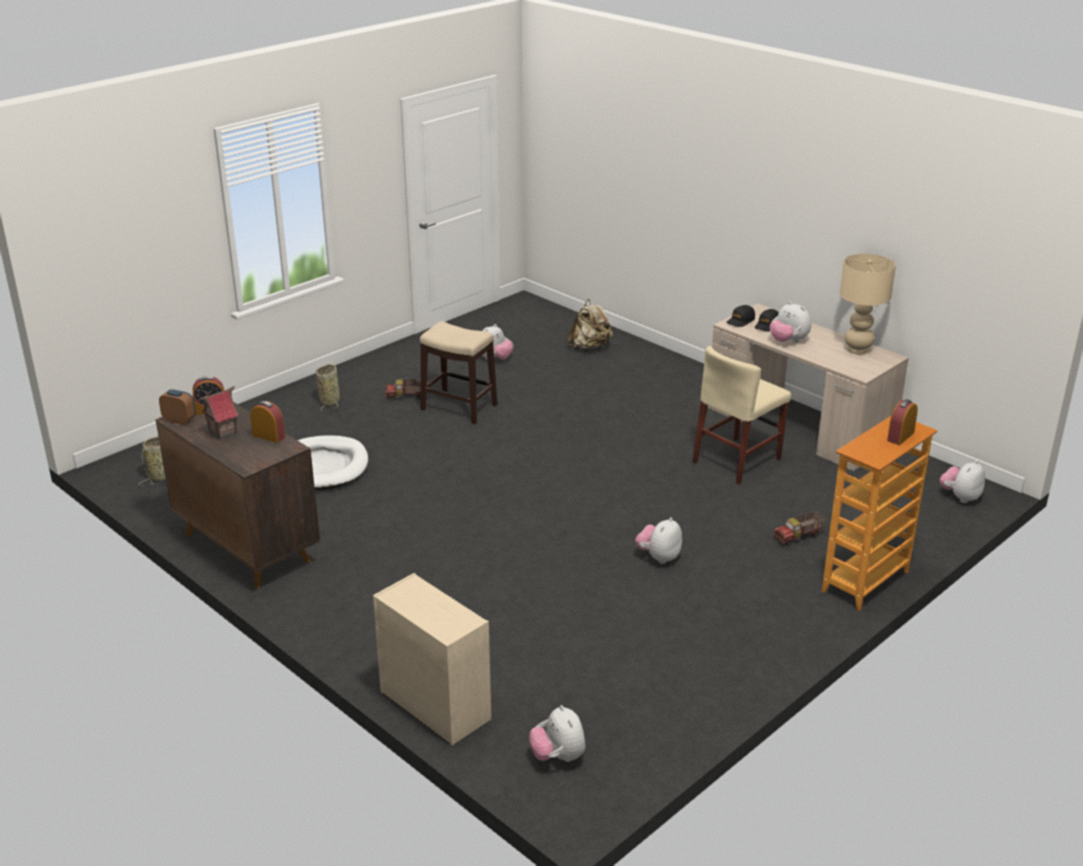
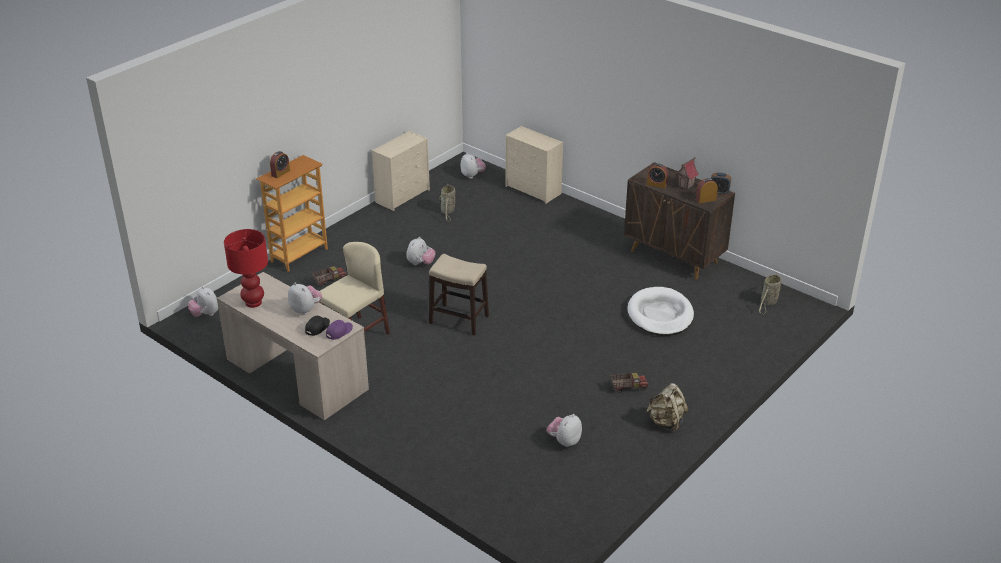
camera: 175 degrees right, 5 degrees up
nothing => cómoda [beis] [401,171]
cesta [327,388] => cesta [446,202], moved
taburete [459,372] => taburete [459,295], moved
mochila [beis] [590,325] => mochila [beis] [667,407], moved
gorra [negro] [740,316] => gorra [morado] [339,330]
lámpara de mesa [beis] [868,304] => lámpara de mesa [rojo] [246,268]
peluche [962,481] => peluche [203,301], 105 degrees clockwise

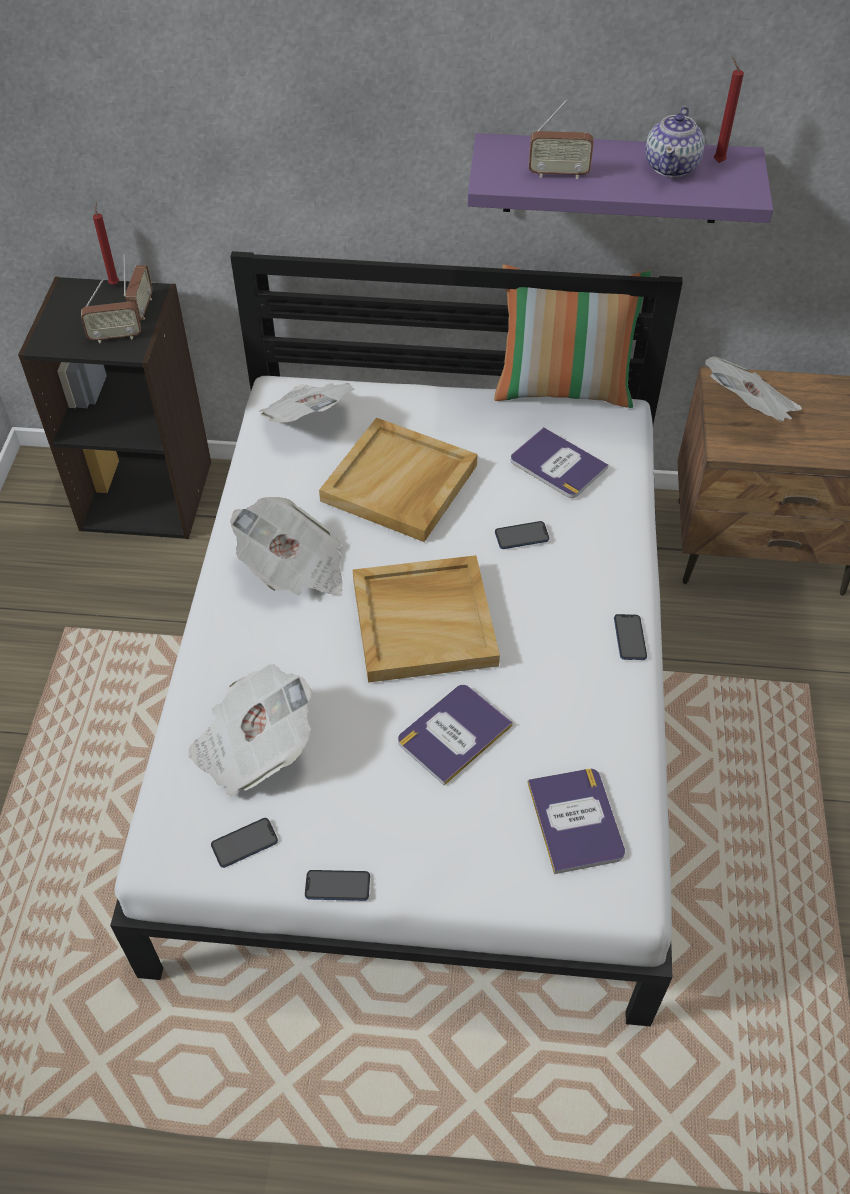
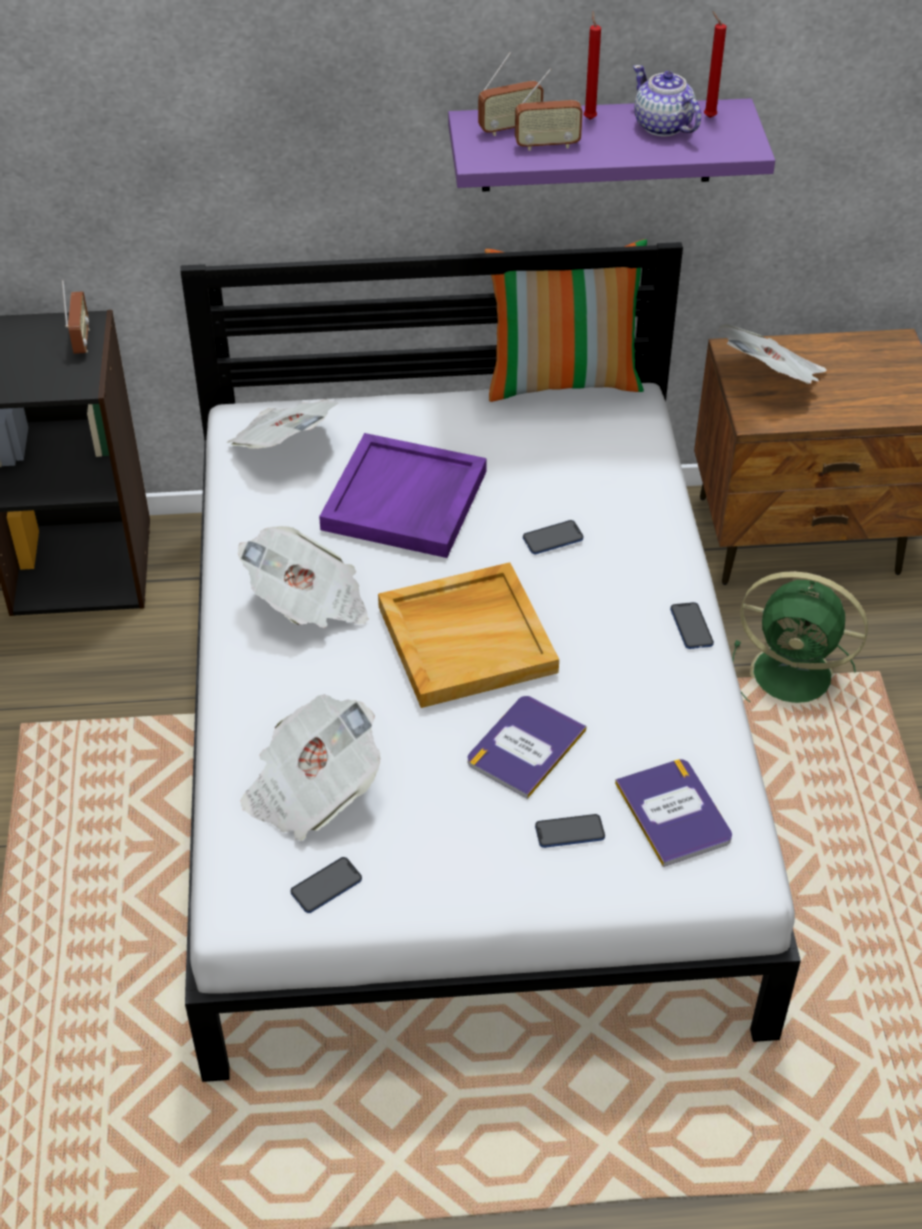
camera: 10 degrees left, 5 degrees down
libro [559,462] => nothing
nothing => ventilador [verde] [800,637]
radio [111,311] => radio [511,94], moved
vela [rojo] [106,243] => vela [rojo] [592,65], moved
móvil [337,885] => móvil [570,831], moved
bandeja [beis] [398,480] => bandeja [morado] [403,495]
tetera [675,141] => tetera [667,101], 135 degrees clockwise

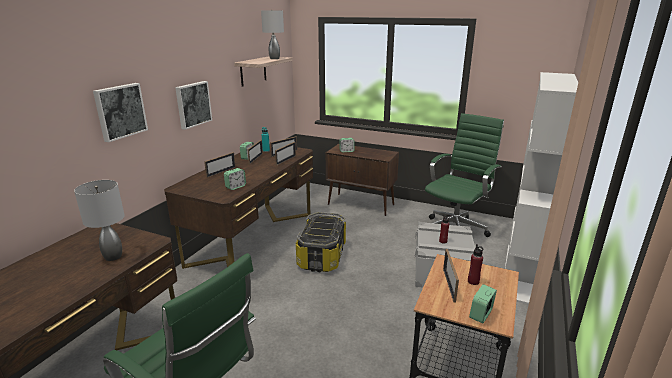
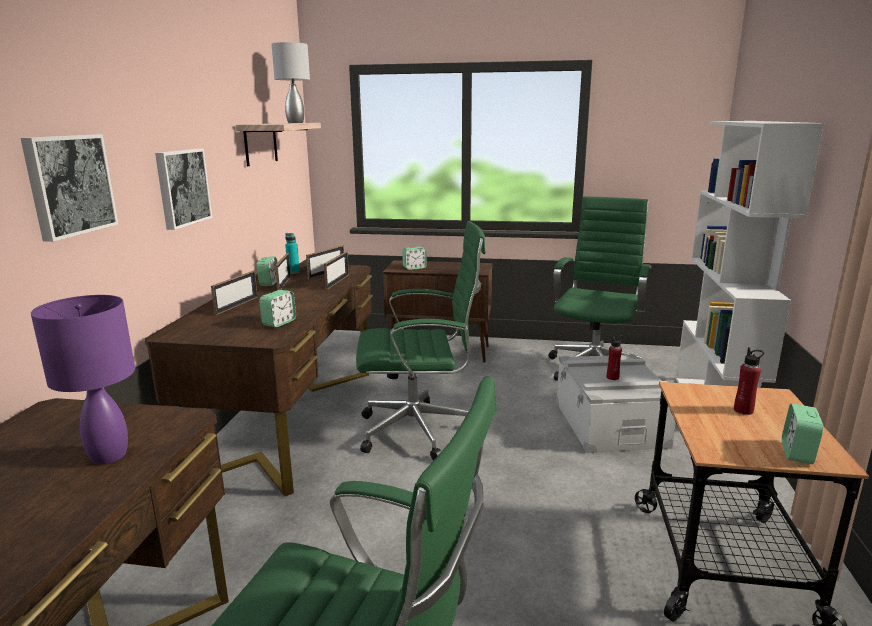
camera: 15 degrees left, 5 degrees down
portarretratos [451,275] => nothing
caja de almacenaje [321,242] => silla de oficina [verde] [421,341]
lámpara de mesa [gris] [99,220] => lámpara de mesa [morado] [83,379]

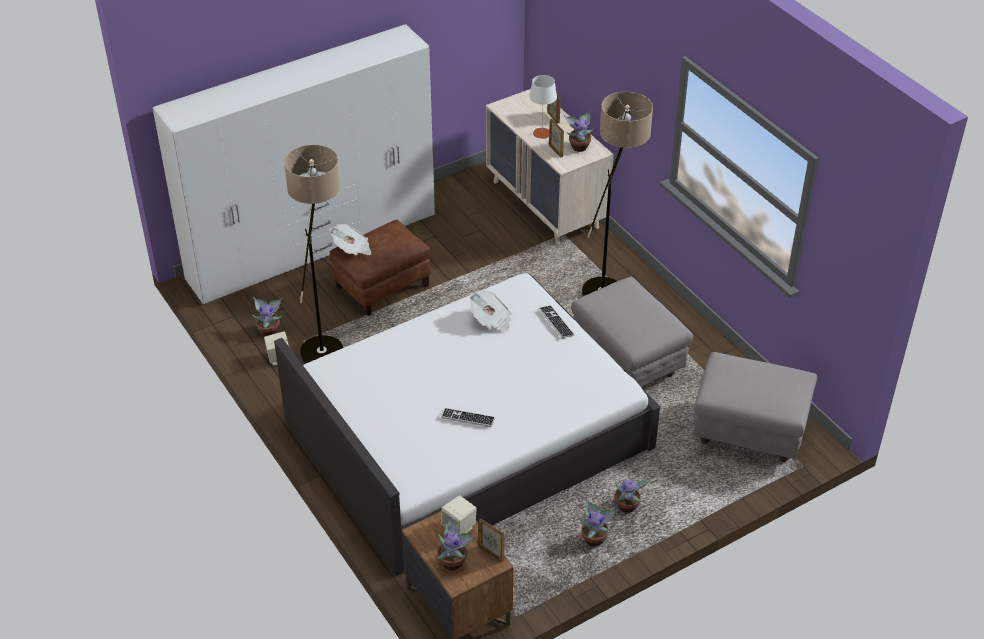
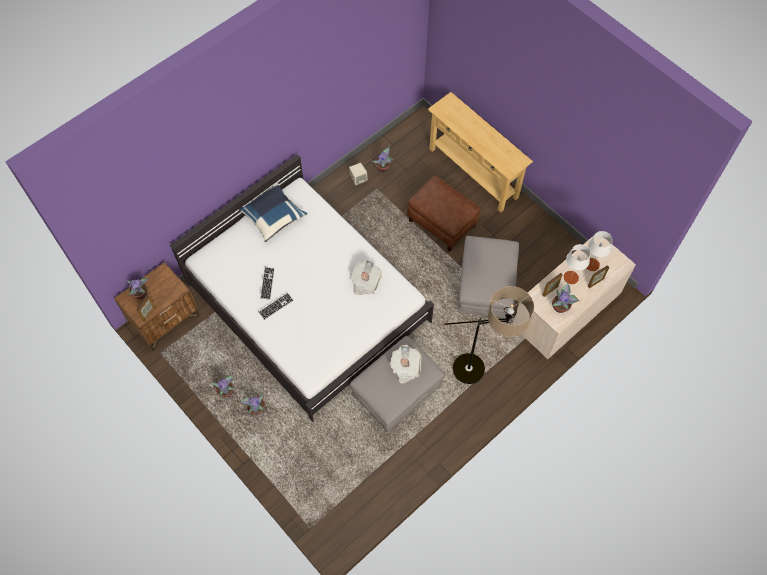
camera: 80 degrees right, 20 degrees up
lámpara de pie [313,254] => nothing
altavoz [beis] [459,515] => nothing
nothing => cojín [azul] [273,212]
nothing => lámpara de mesa [blanco] [599,251]
periódico [350,239] => periódico [406,364], moved
teclado [557,322] => teclado [276,306], moved
puf [gris] [755,407] => puf [gris] [489,277], moved
armario ropero [blanco] [293,164] => mesa consola [beis] [480,152]

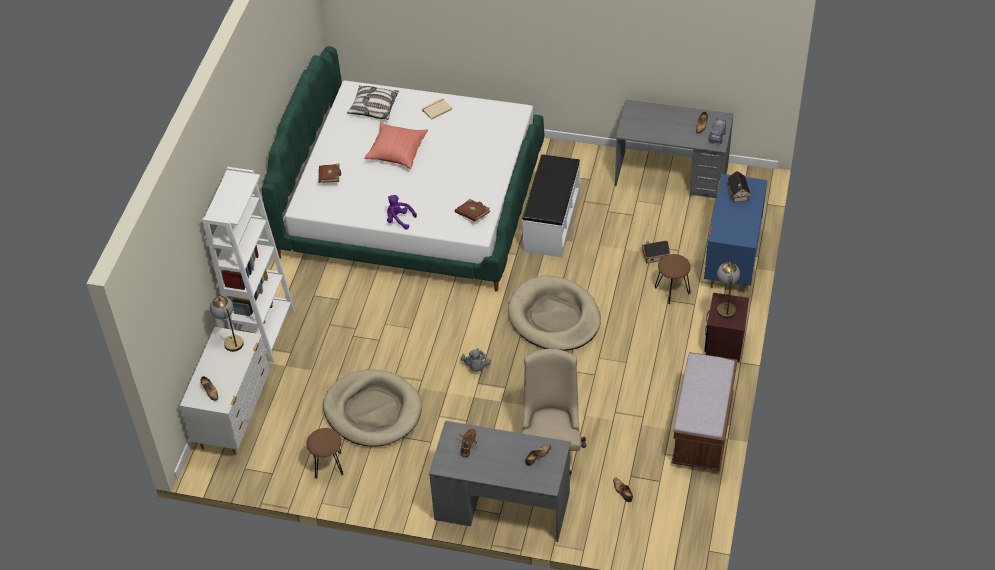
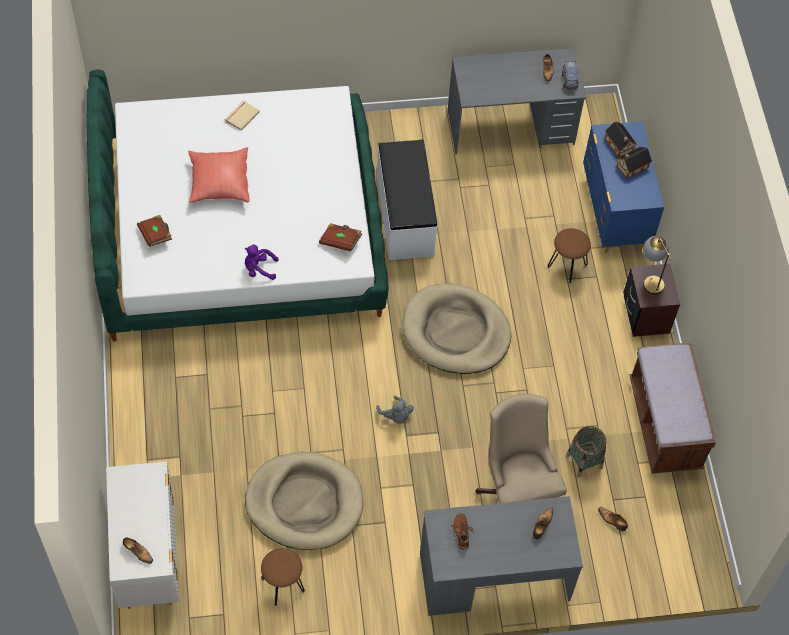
camera: 25 degrees left, 10 degrees up
estantería [blanco] [248,265] => nothing
lámpara de mesa [227,324] => nothing
cojín [373,102] => nothing
nothing => cesta [586,452]
casita [655,252] => casita [634,162], moved

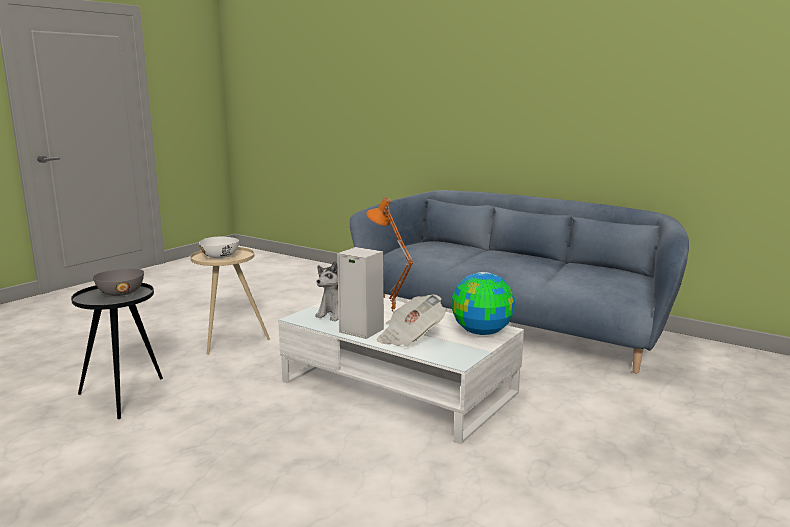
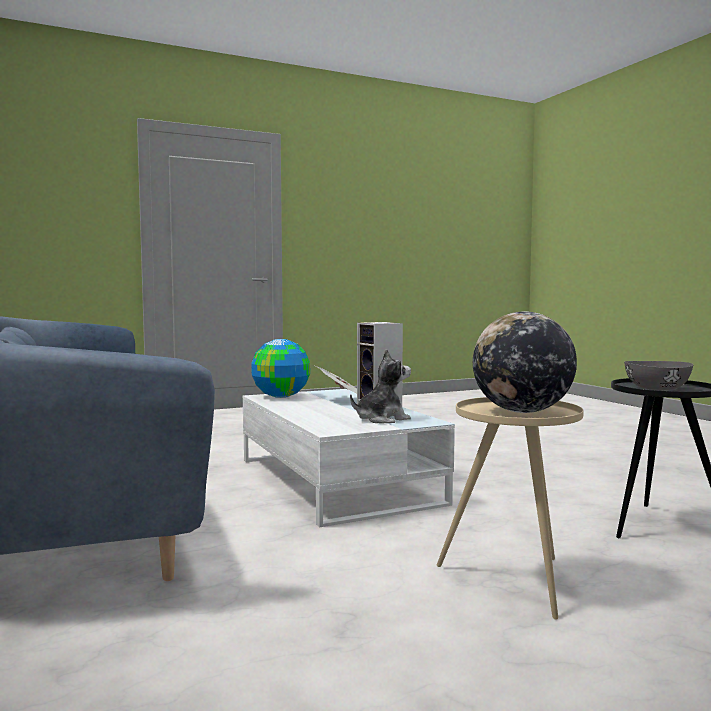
camera: 150 degrees left, 10 degrees down
lámpara de mesa [naranja] [389,254] => nothing
cuenco [blanco] [219,247] => globo terráqueo [525,362]

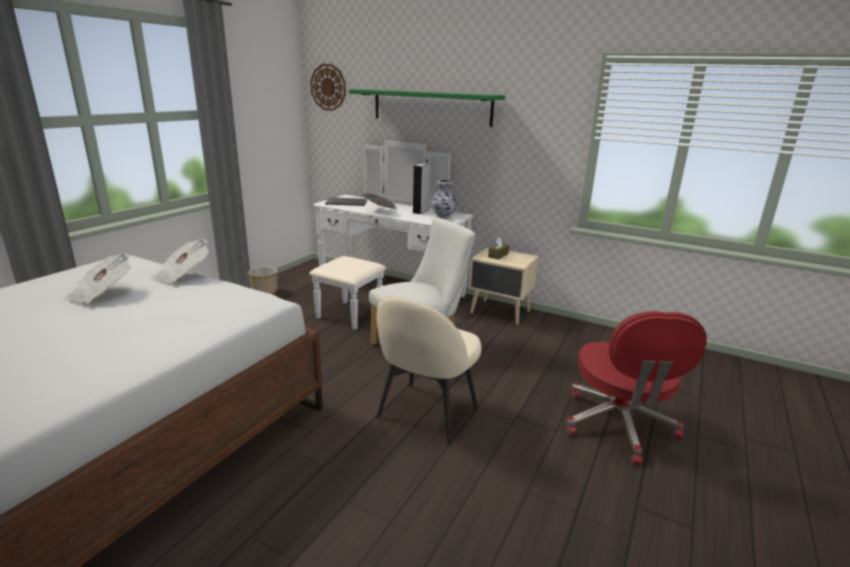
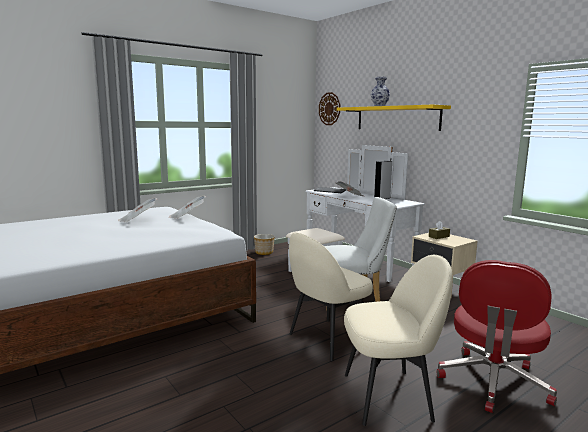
camera: 25 degrees right, 10 degrees down
nothing => silla [beis] [398,340]
florero [444,199] => florero [380,91], moved
estante [verde] [427,108] => estante [amarillo] [394,117]

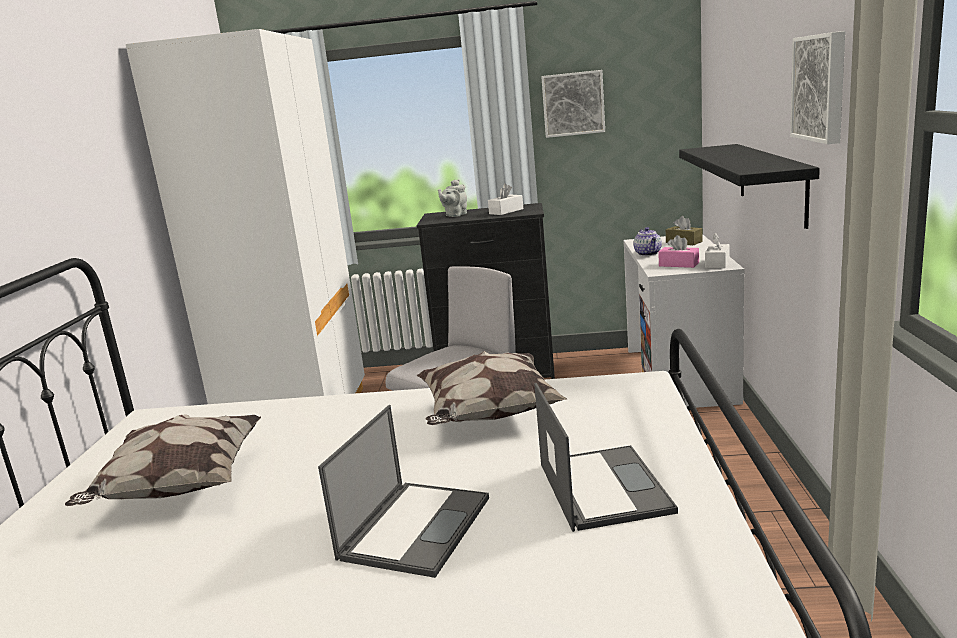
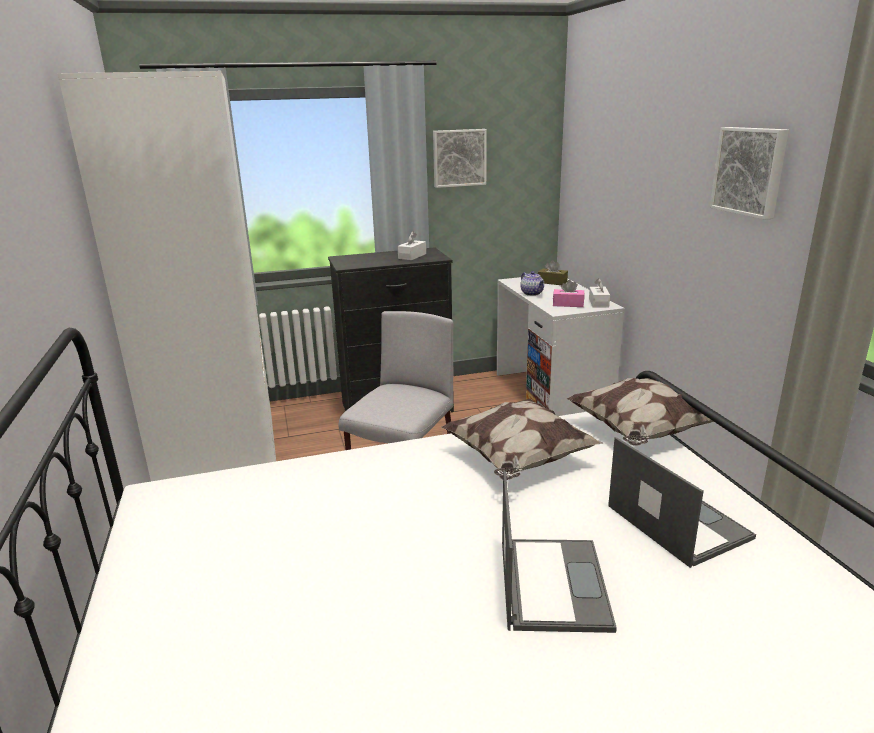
camera: 20 degrees left, 5 degrees up
tetera [gris] [452,198] => nothing
estante [negro] [749,186] => nothing
cojín [163,460] => cojín [640,412], moved

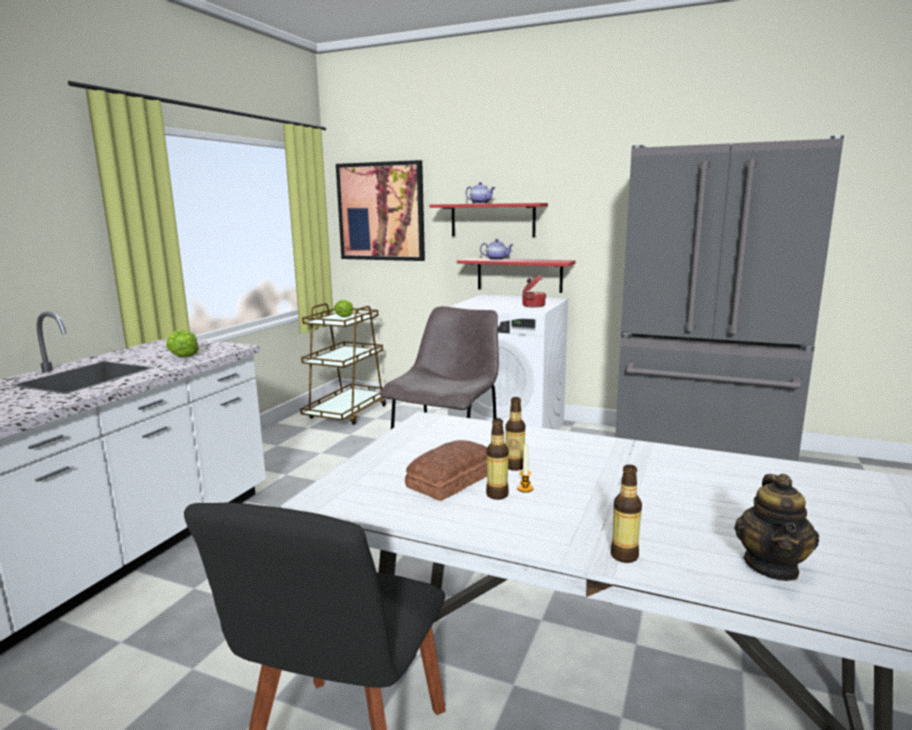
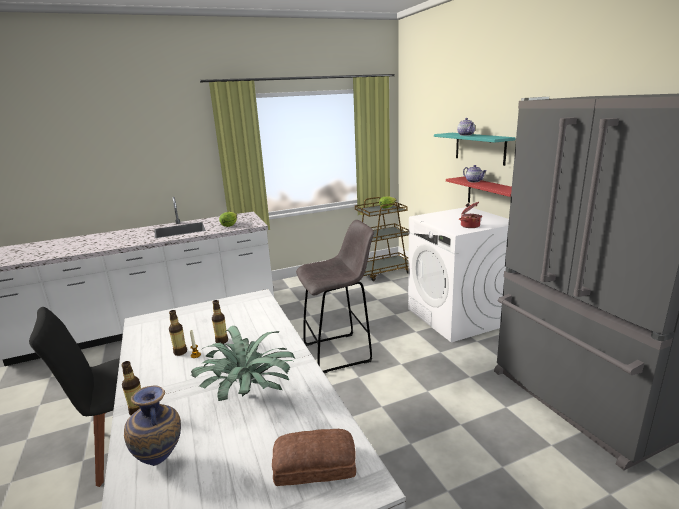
camera: 45 degrees right, 5 degrees up
cuadro [380,210] => nothing
nothing => planta en maceta [243,363]
pan [446,470] => pan [314,457], moved
tetera [776,527] => florero [152,426]
estante [rojo] [489,220] => estante [turquesa] [475,149]

